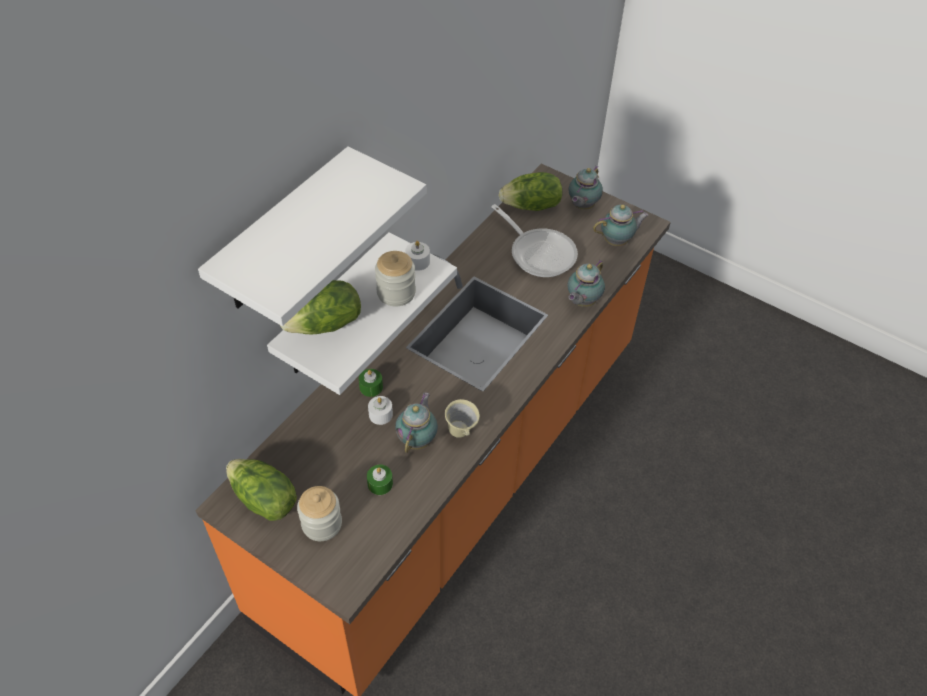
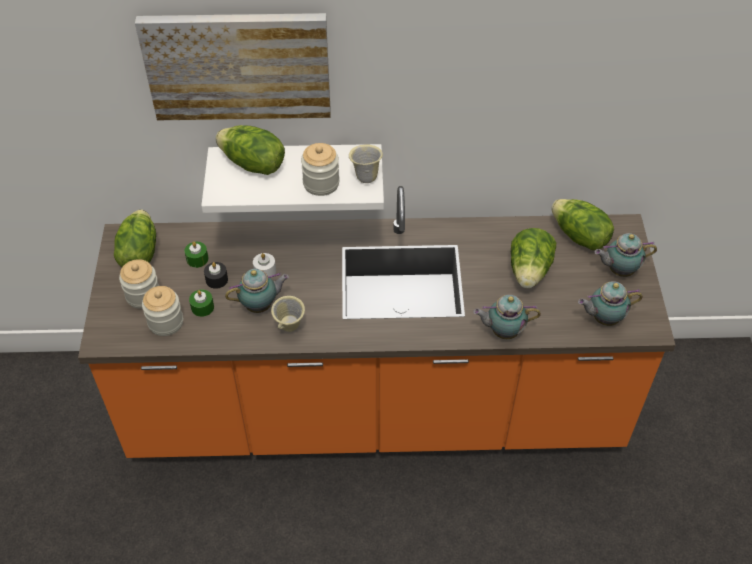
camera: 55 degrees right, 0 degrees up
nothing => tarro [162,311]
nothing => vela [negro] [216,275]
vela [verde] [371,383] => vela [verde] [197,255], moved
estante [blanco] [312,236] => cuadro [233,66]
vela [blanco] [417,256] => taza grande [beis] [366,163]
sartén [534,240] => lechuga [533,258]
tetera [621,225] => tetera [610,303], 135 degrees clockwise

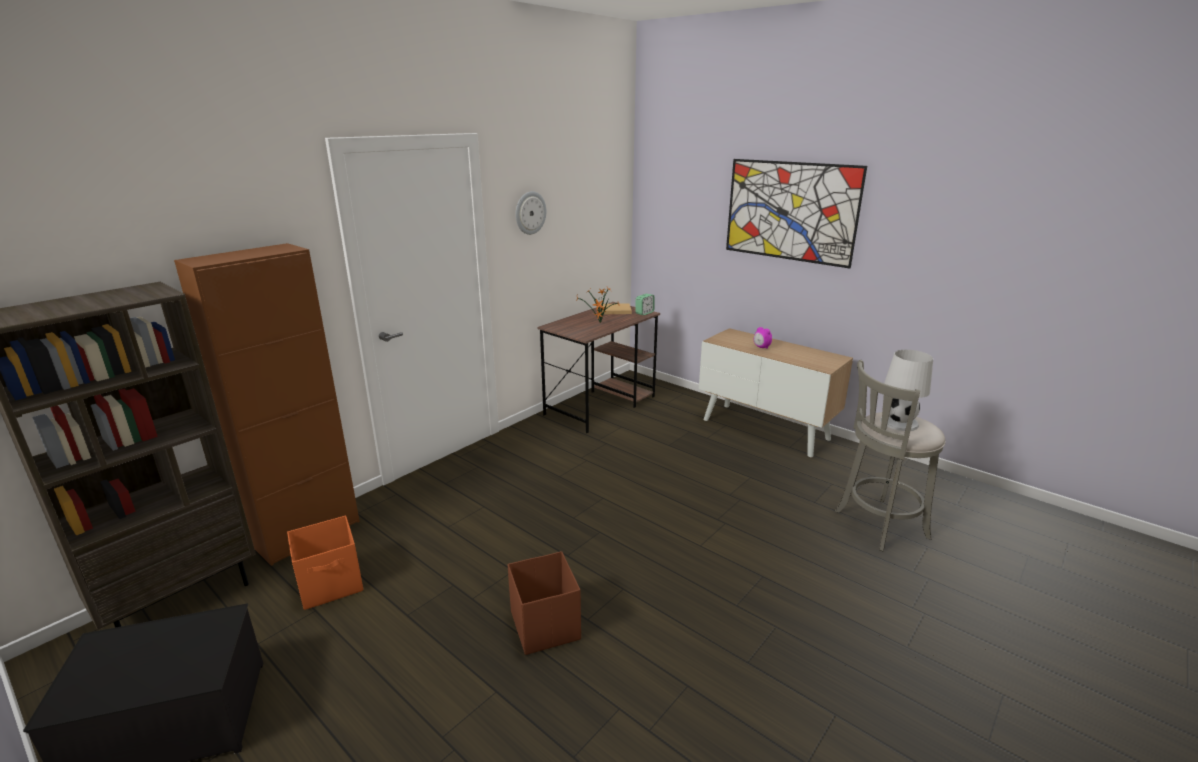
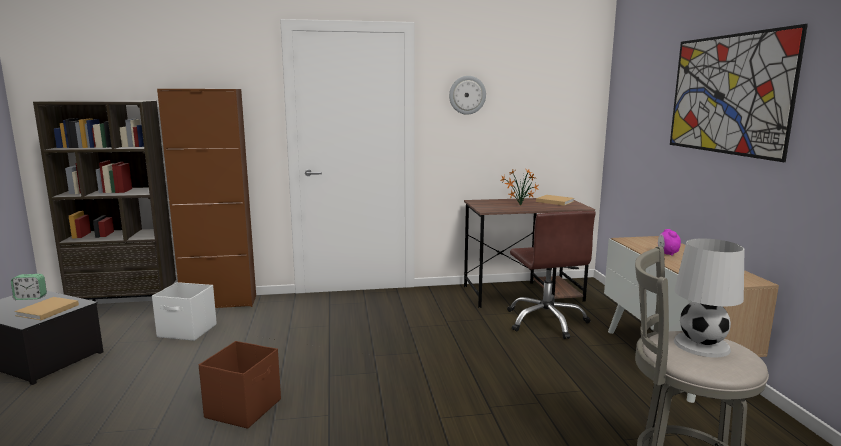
camera: 40 degrees right, 10 degrees down
nothing => libro [beis] [47,308]
nothing => silla de oficina [marrón] [551,275]
despertador [645,304] => despertador [29,287], moved
caja de almacenaje [naranja] [325,562] => caja de almacenaje [blanco] [184,311]

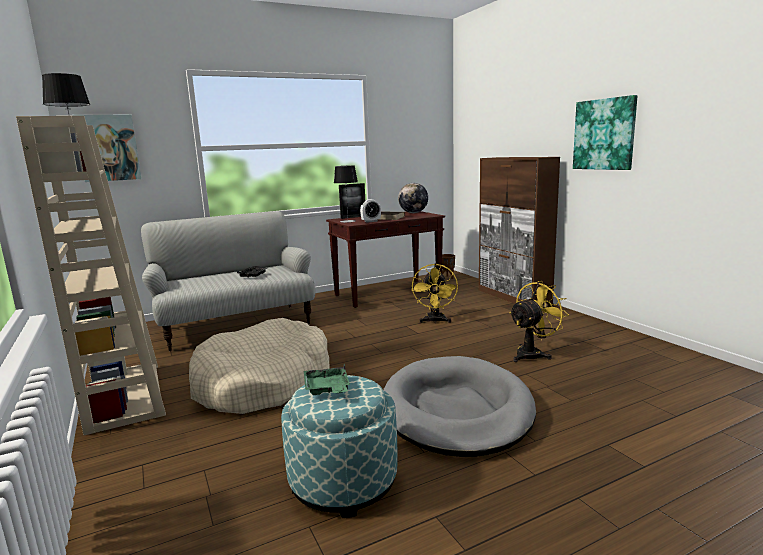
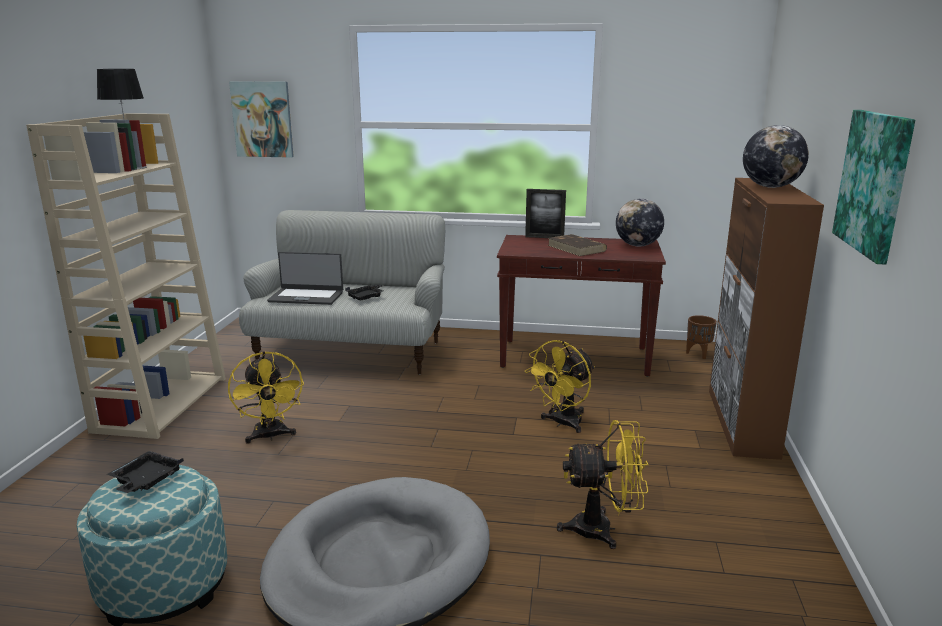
camera: 35 degrees right, 5 degrees up
lámpara de mesa [346,194] => nothing
despertador [370,211] => nothing
nothing => portátil [305,278]
nothing => globo terráqueo [776,156]
cama para perro [beis] [259,366] => ventilador [amarillo] [266,397]
bandeja [verde] [327,379] => bandeja [negro] [145,472]

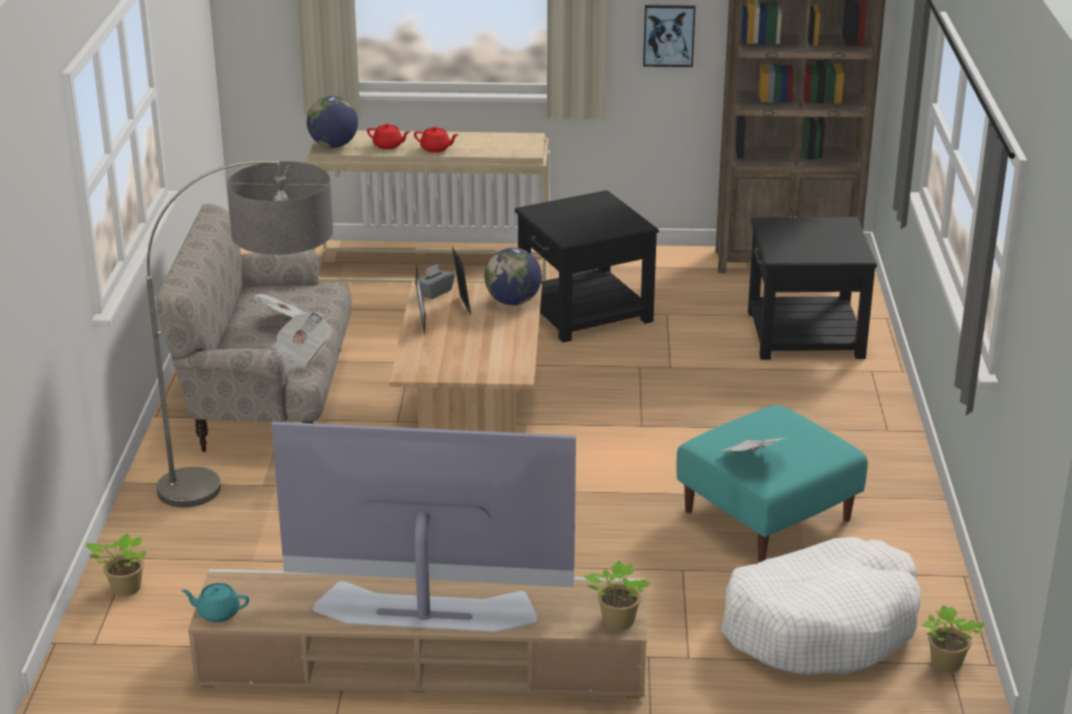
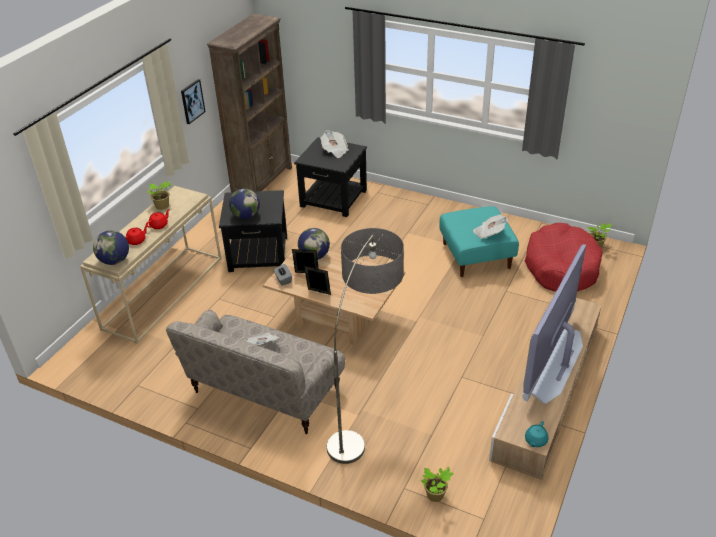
camera: 65 degrees left, 10 degrees up
nothing => globo terráqueo [244,203]
periódico [302,339] => periódico [334,144], moved
planta en maceta [616,595] => planta en maceta [159,195], moved
cama para perro [blanco] [821,606] => cama para perro [rojo] [564,257]

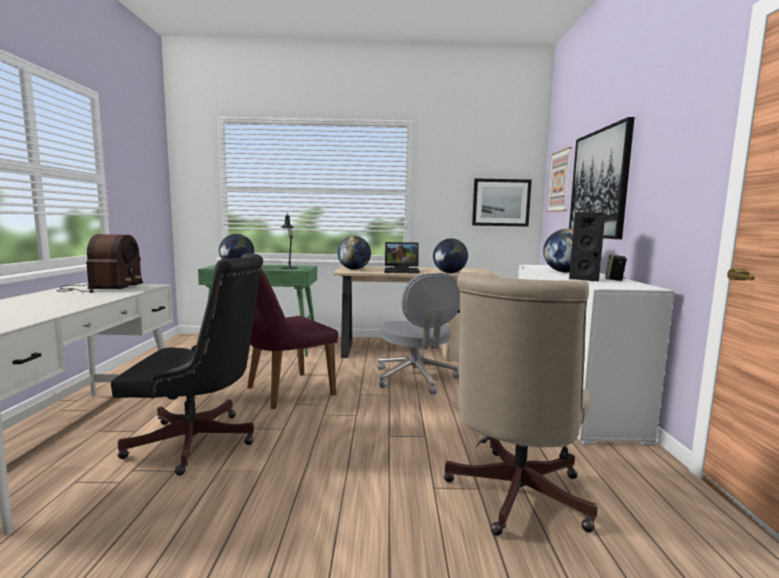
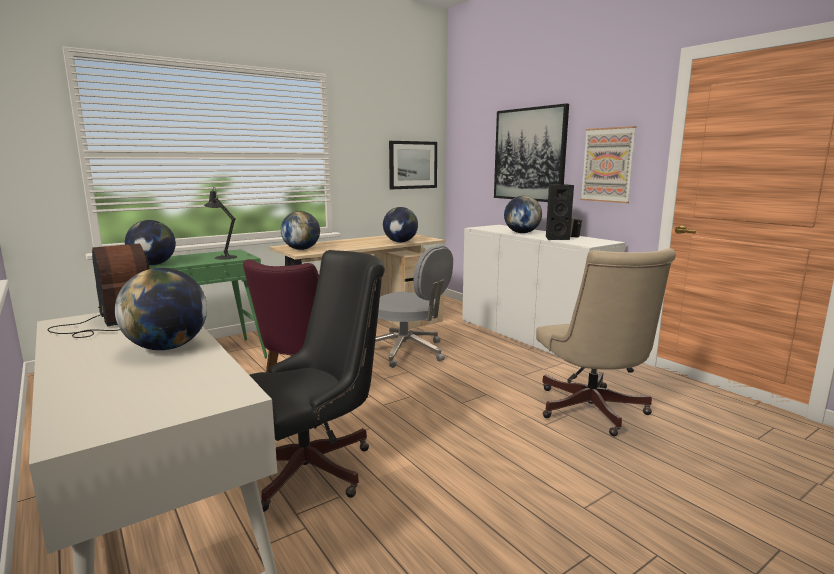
camera: 35 degrees left, 5 degrees up
portátil [402,258] => nothing
nothing => globo terráqueo [161,309]
cuadro [559,179] => cuadro [608,164], moved

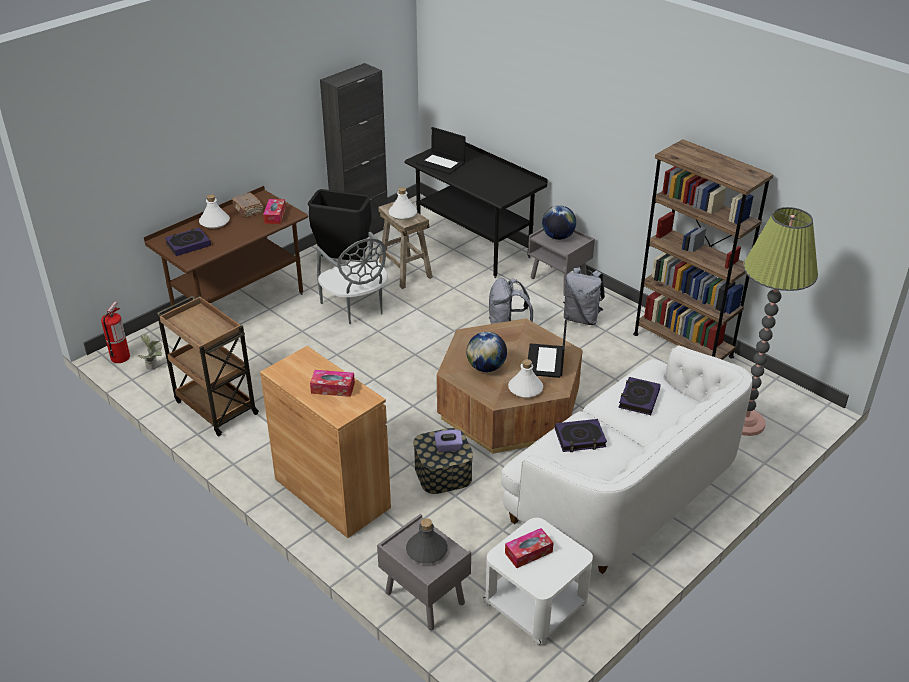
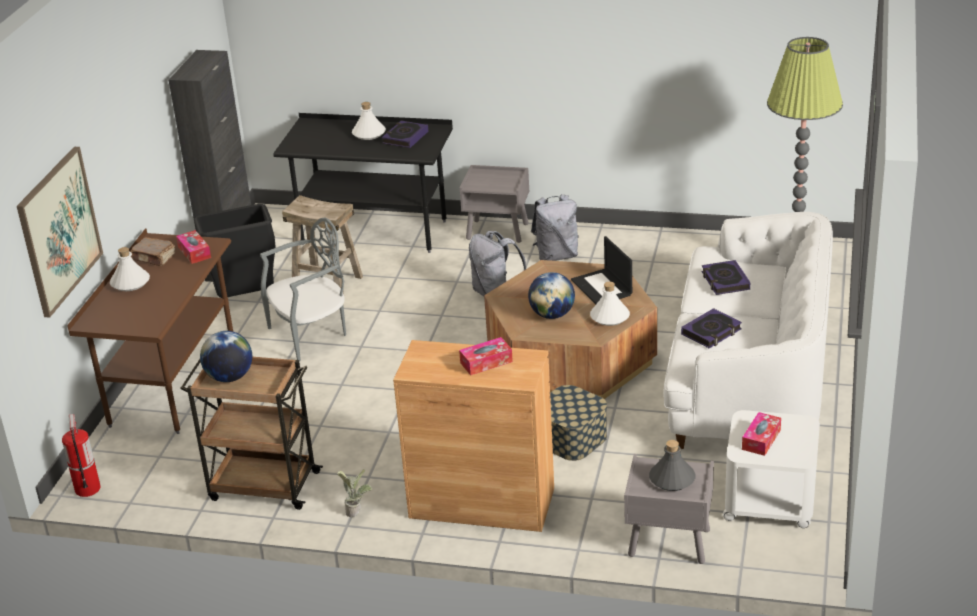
camera: 30 degrees left, 5 degrees down
portátil [440,151] => nothing
caja de pañuelos [morado] [448,441] => nothing
estantería [marrón] [703,249] => nothing
nothing => cuadro [60,232]
planta en maceta [149,352] => planta en maceta [354,493], moved
libro [188,242] => libro [405,134], moved
botella [blanco] [403,203] => botella [blanco] [369,121], moved
globo terráqueo [559,222] => globo terráqueo [226,356], moved
silla [gris] [352,278] => silla [gris] [303,289], 60 degrees counterclockwise

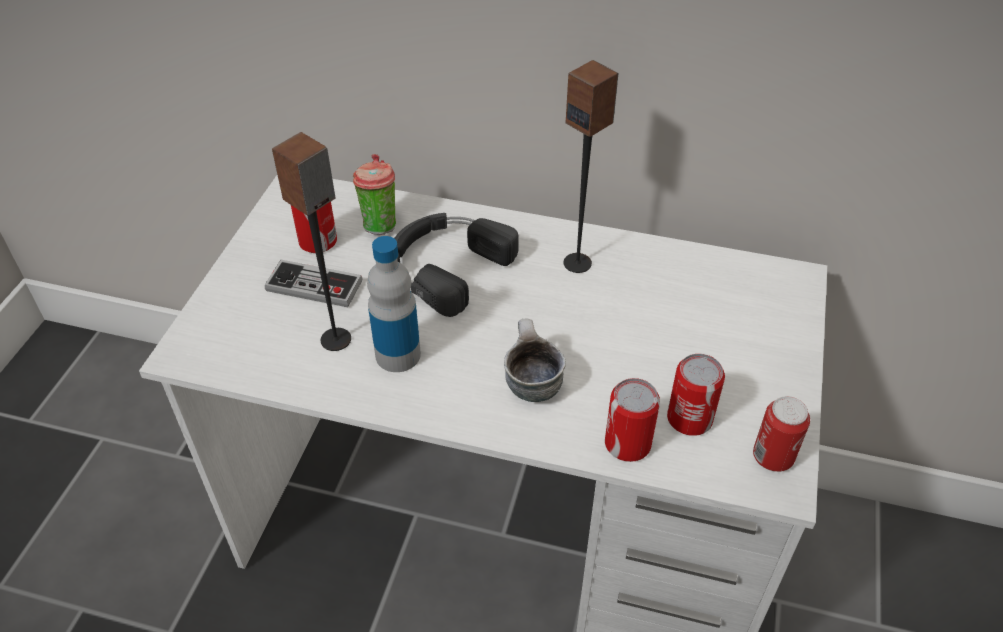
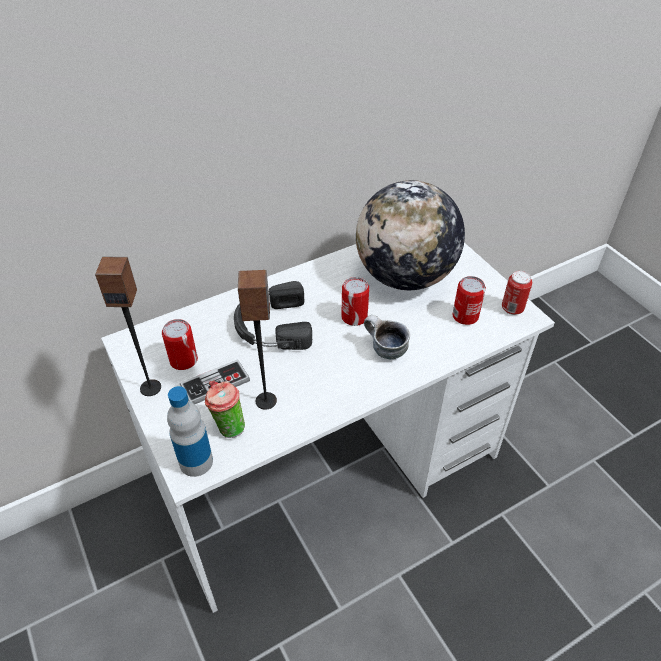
camera: 45 degrees left, 0 degrees up
nothing => globo terráqueo [410,235]
taza [374,194] => taza [225,409], moved
botella [394,304] => botella [190,431], moved
altavoz [591,166] => altavoz [128,326], moved
lata [632,420] => lata [355,301], moved

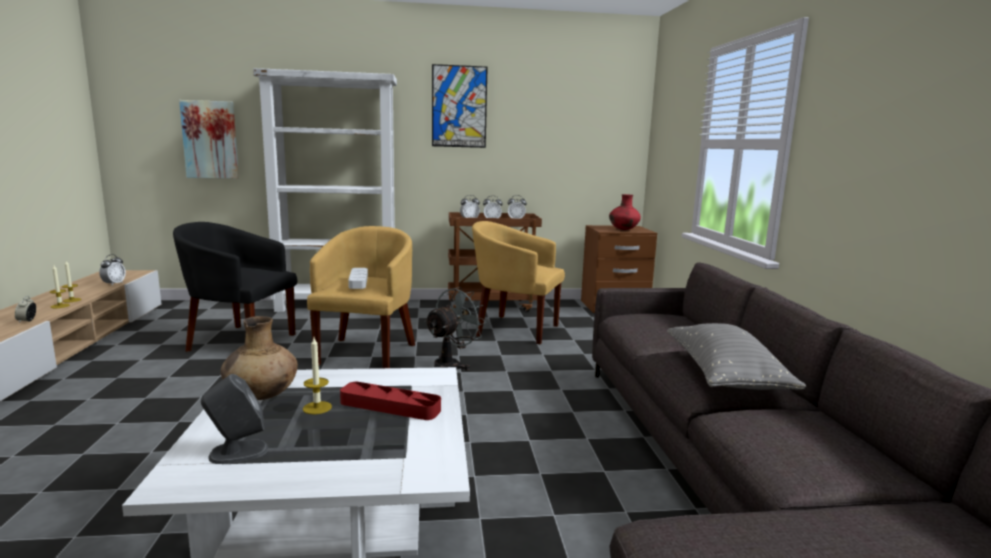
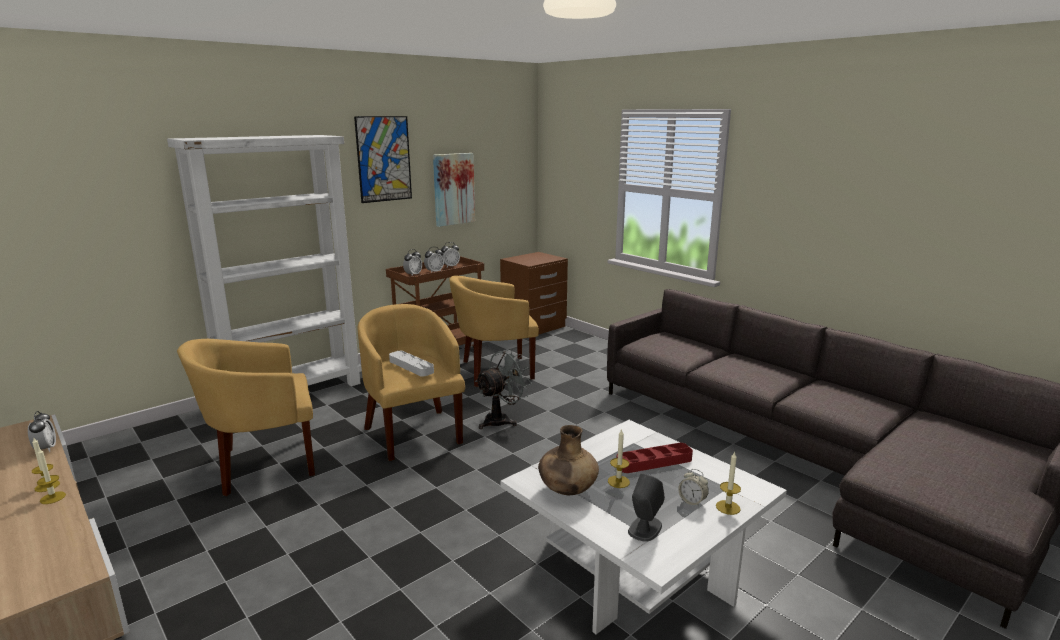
camera: 35 degrees left, 5 degrees up
florero [rojo] [625,212] => nothing
cojín [gris] [736,356] => nothing
nothing => vela [728,483]
despertador [25,309] => despertador [693,488], moved
cuadro [209,139] => cuadro [454,190], moved
sillón [negro] [235,287] => sillón [amarillo] [246,417]
ventilador [gris] [455,329] => ventilador [gris] [503,389], 45 degrees clockwise

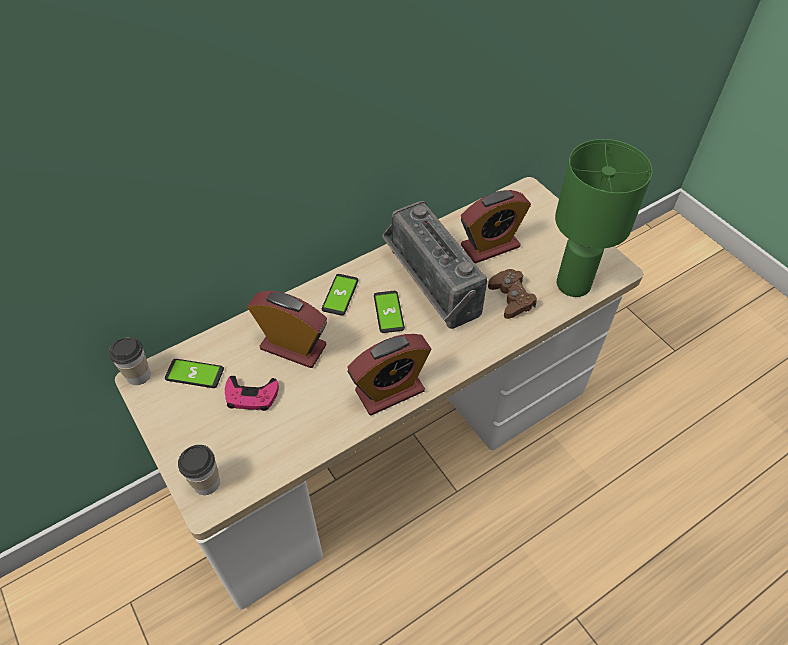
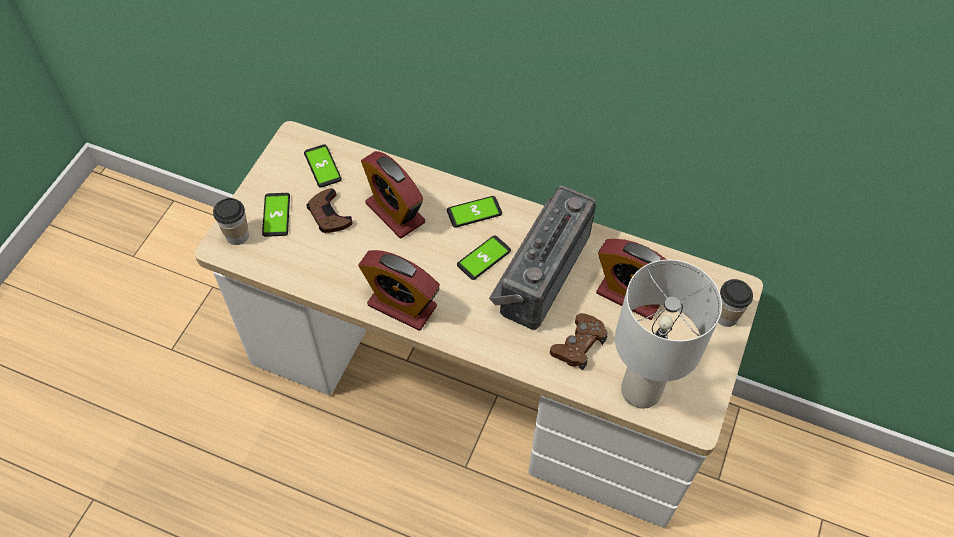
camera: 55 degrees right, 5 degrees up
nothing => móvil [276,215]
taza [130,361] => taza [735,303], moved
mando de consola [rosa] [252,393] => mando de consola [marrón] [330,210]
lámpara de mesa [verde] [604,218] => lámpara de mesa [blanco] [668,334]
despertador [287,329] => despertador [393,194], 150 degrees clockwise

